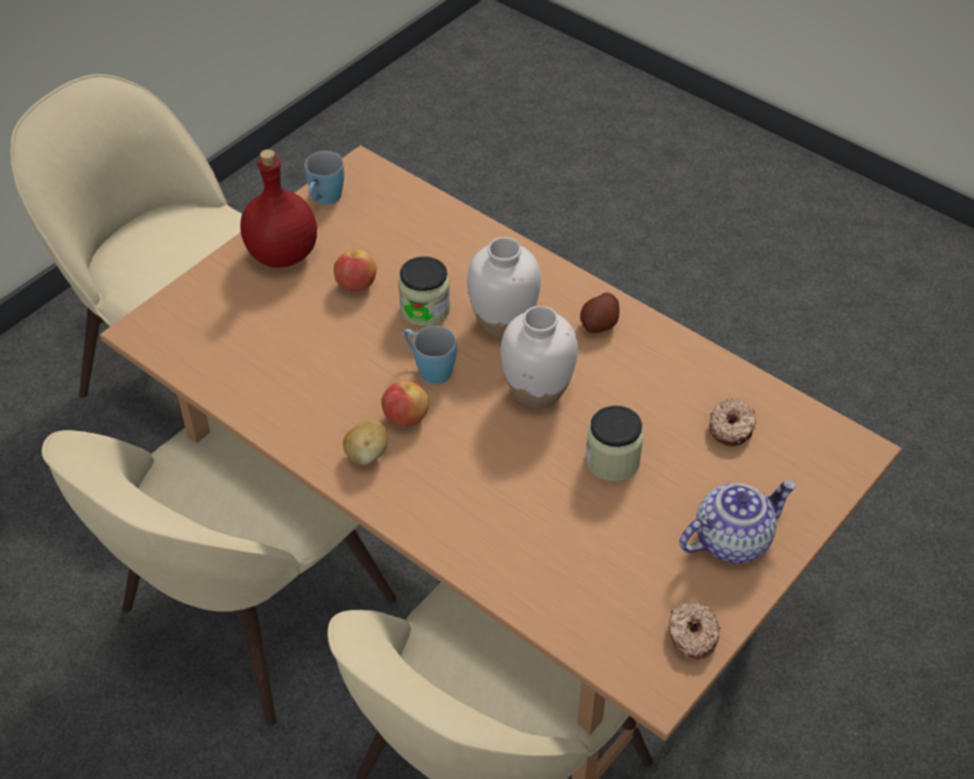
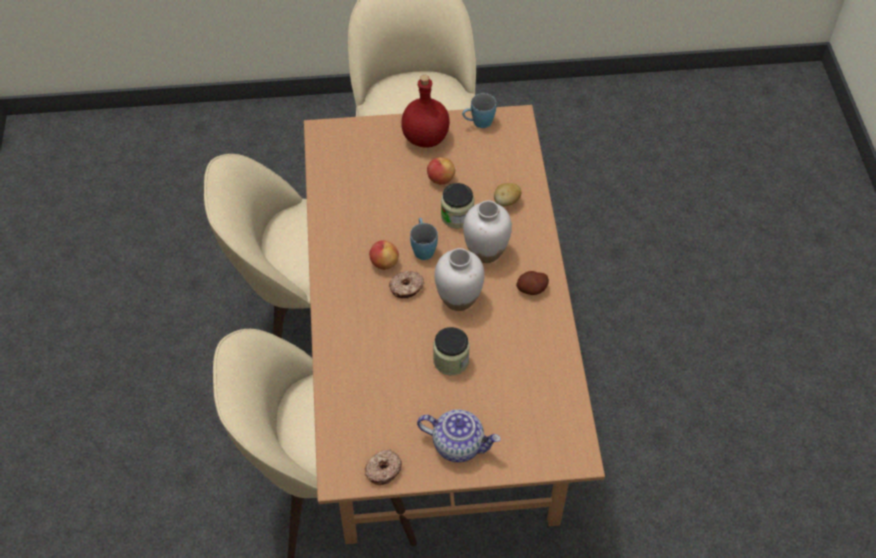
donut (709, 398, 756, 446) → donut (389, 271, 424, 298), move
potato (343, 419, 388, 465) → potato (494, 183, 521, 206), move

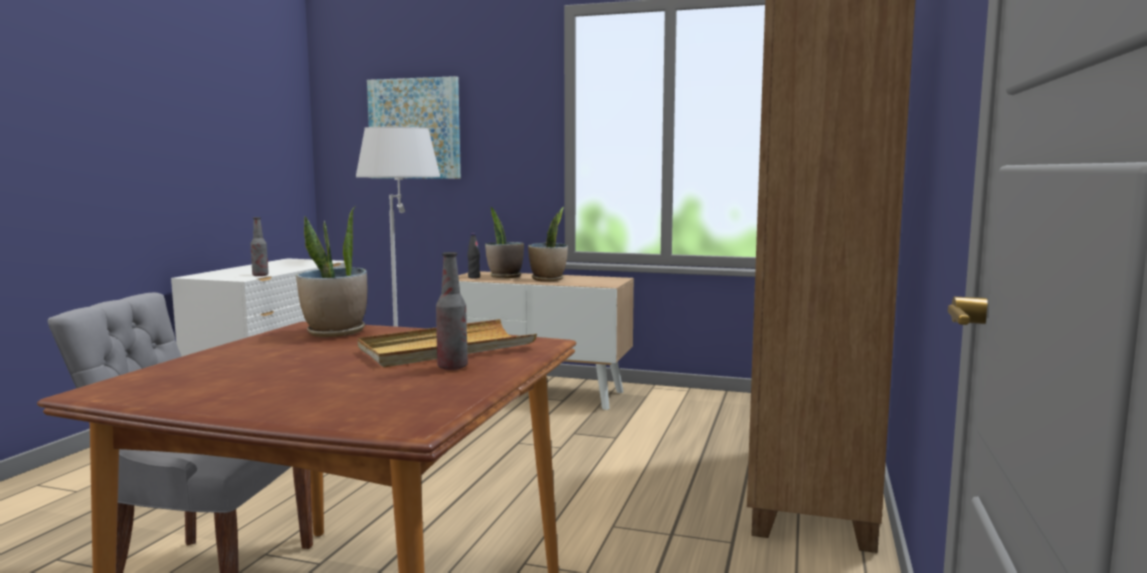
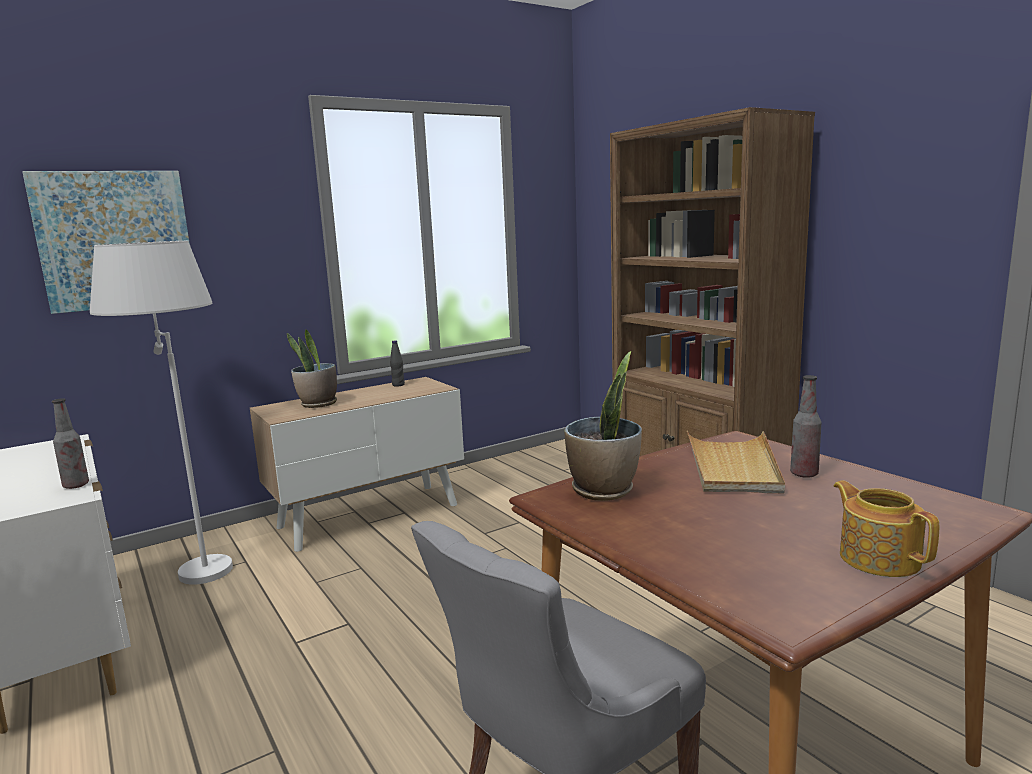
black bottle (467, 233, 480, 278) → black bottle (390, 340, 405, 387), move
- → teapot (834, 480, 940, 577)
potted plant (528, 207, 568, 281) → -

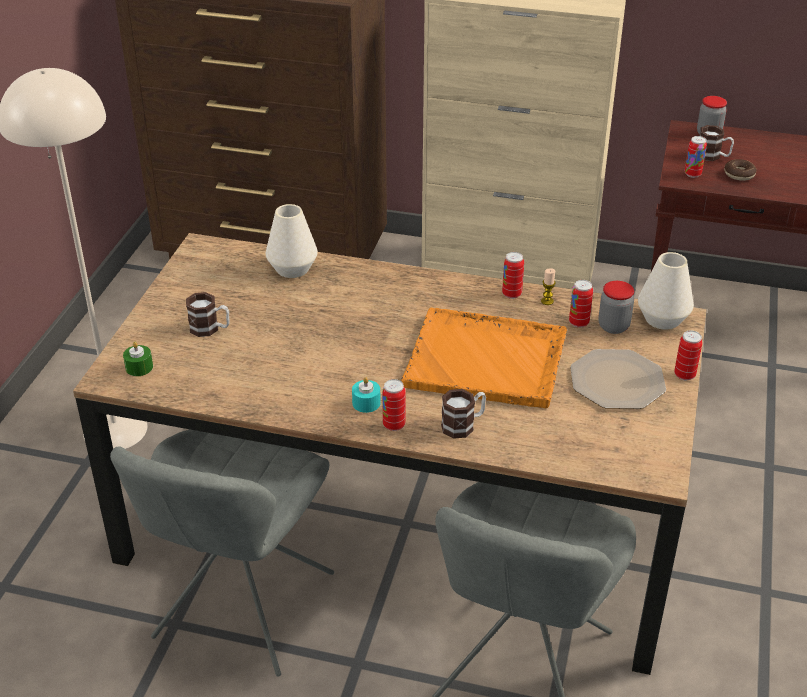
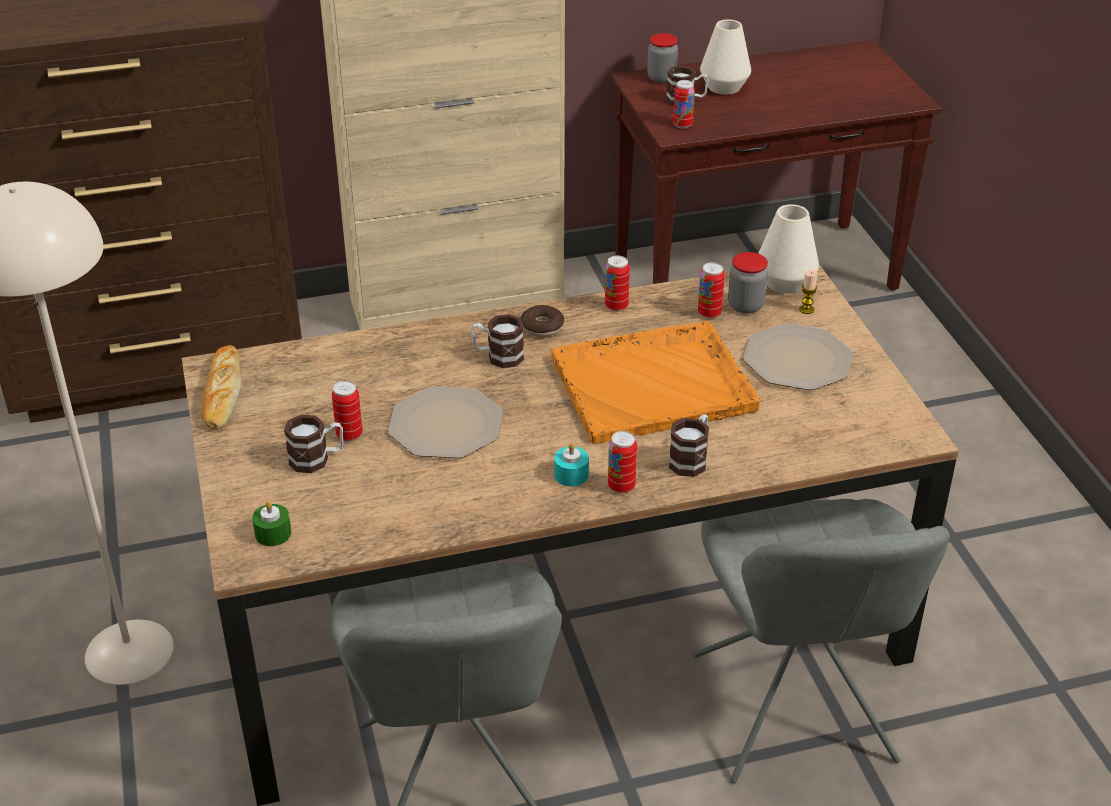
- → bread (202, 345, 242, 430)
can (674, 331, 702, 380) → can (332, 381, 363, 442), move
- → plate (388, 386, 503, 458)
- → mug (471, 314, 524, 368)
donut (724, 159, 757, 181) → donut (521, 305, 564, 337), move
white vase (266, 204, 318, 278) → white vase (700, 19, 751, 95), move
candle (541, 268, 556, 305) → candle (799, 270, 817, 314), move

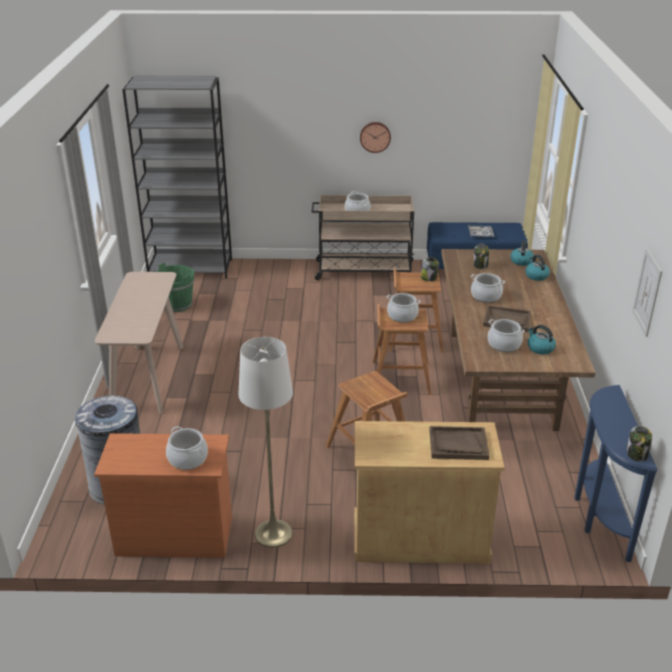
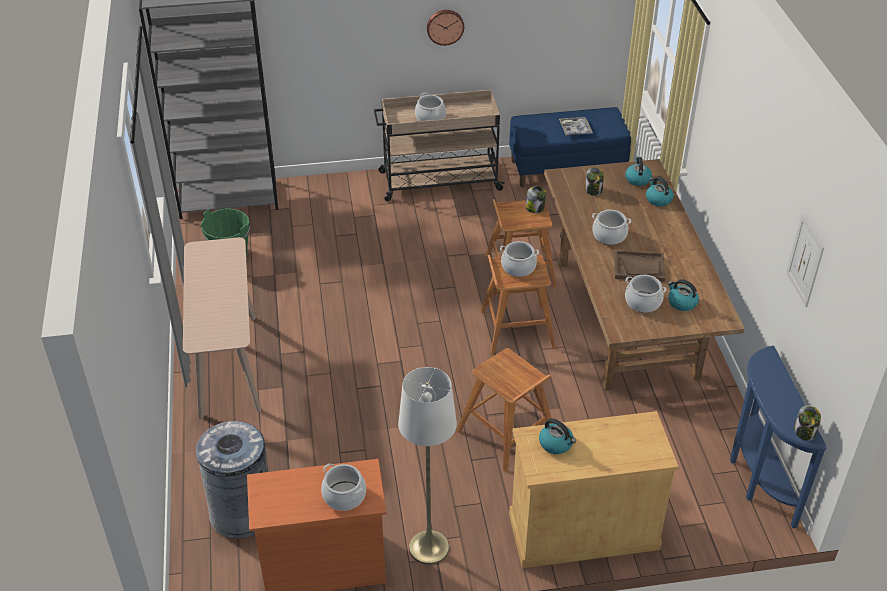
- → kettle (539, 418, 576, 454)
brown tray (429, 426, 489, 460) → -

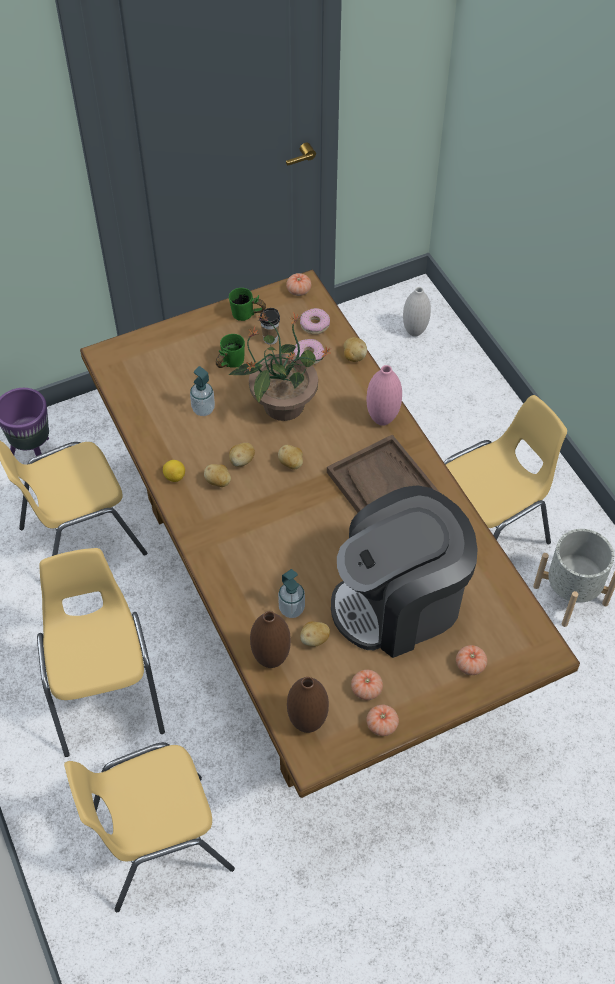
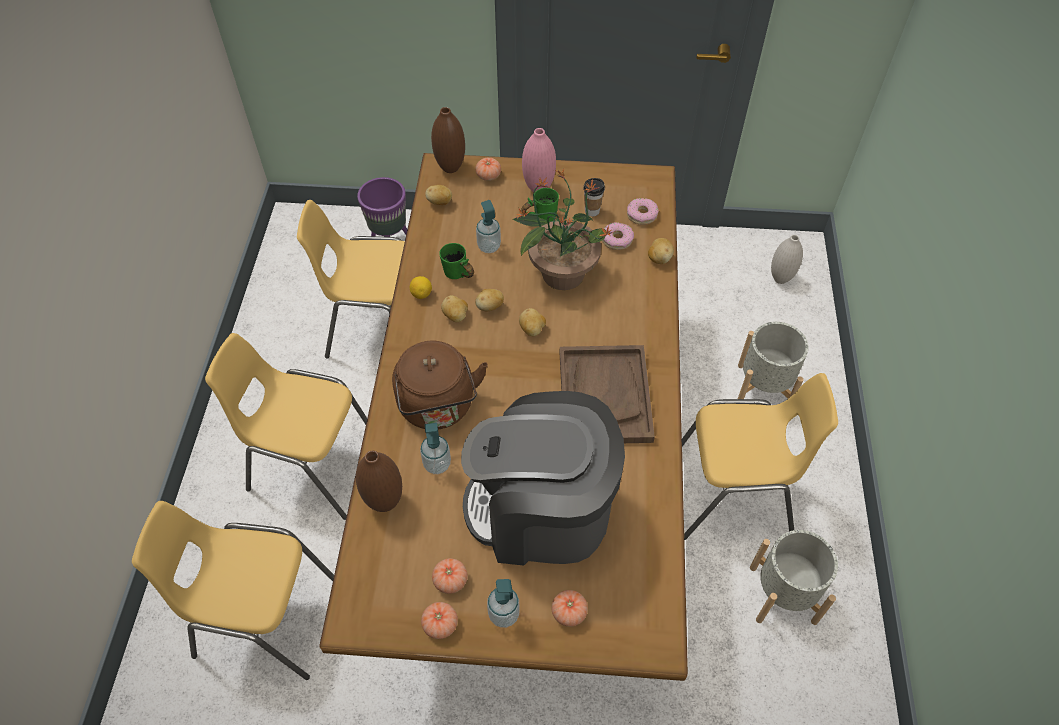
yellow chair (37, 548, 165, 757) → yellow chair (205, 333, 367, 520), 90 degrees counterclockwise
- → brown kettle (392, 341, 488, 429)
potato (300, 621, 330, 647) → potato (425, 185, 452, 205), move
brown vase (287, 677, 329, 733) → brown vase (431, 107, 465, 173), move
green mug (229, 288, 266, 321) → green mug (439, 243, 474, 279), move
tomato (286, 273, 311, 296) → tomato (476, 158, 501, 181), move
- → soap dispenser (487, 579, 520, 628)
pink vase (366, 365, 402, 426) → pink vase (522, 128, 556, 193), move
- → grey planter (738, 322, 809, 399)

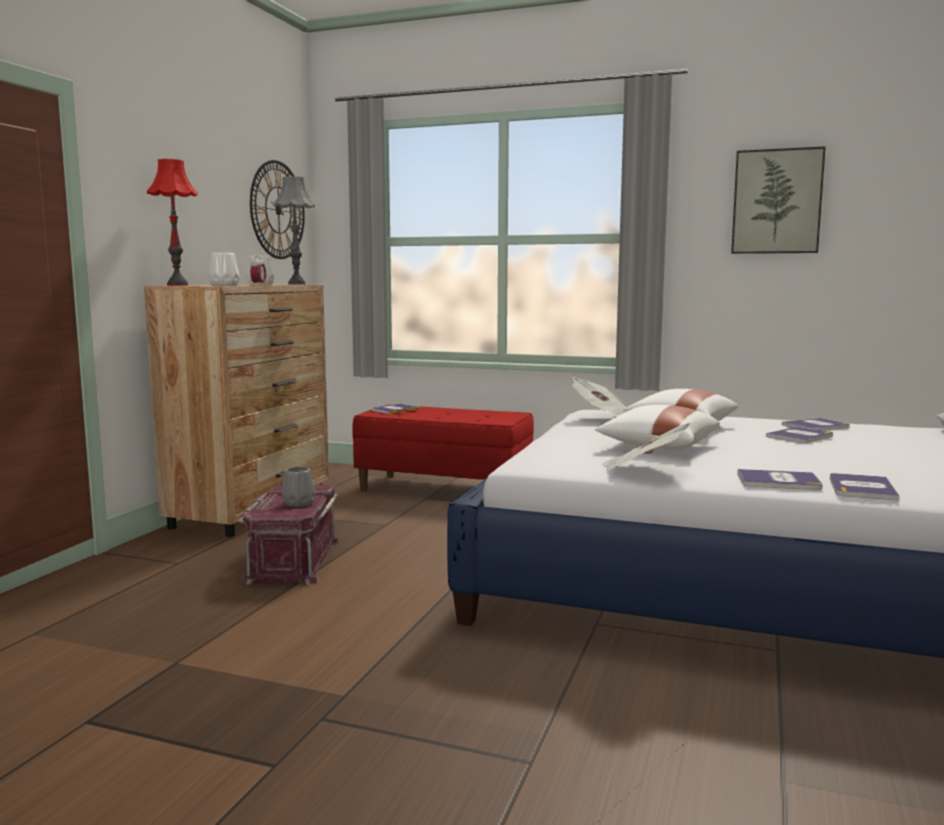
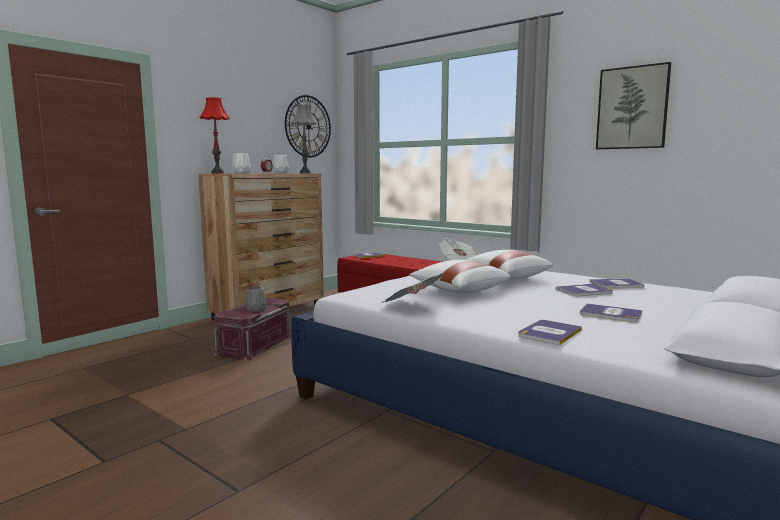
book (737, 469, 823, 490) → book (580, 303, 642, 322), move

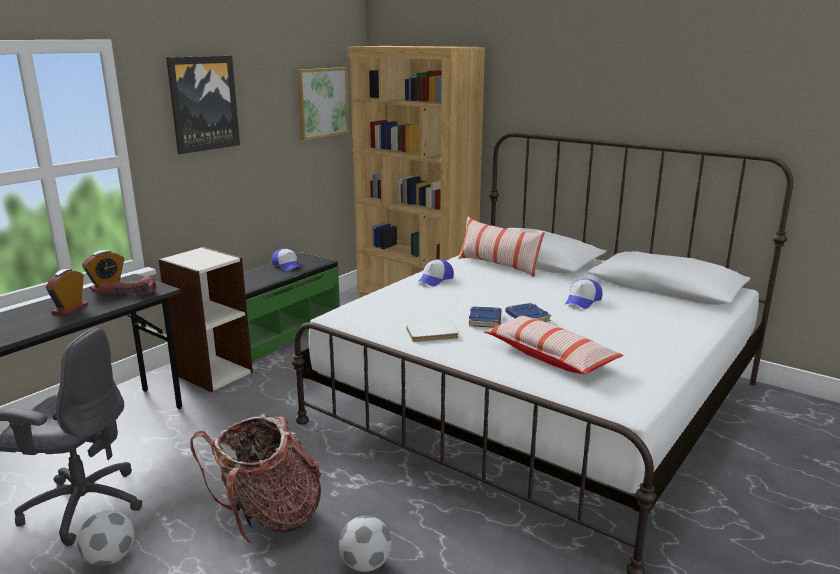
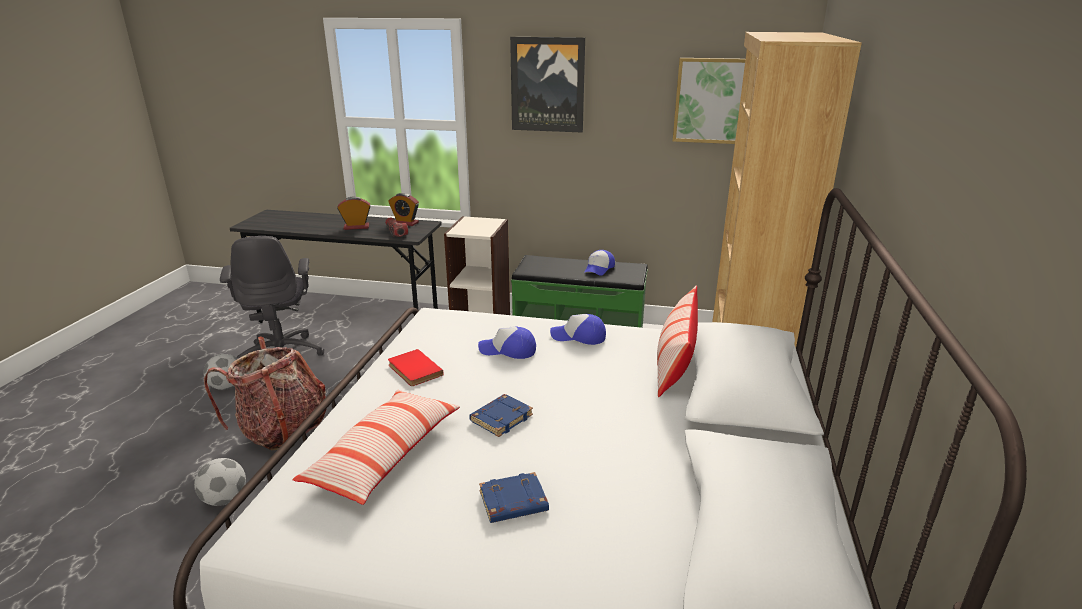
white book (407, 321, 458, 342) → red book (388, 349, 444, 386)
cap (565, 279, 603, 309) → cap (478, 326, 536, 359), move
blue book (469, 306, 502, 327) → blue book (479, 472, 549, 523), move

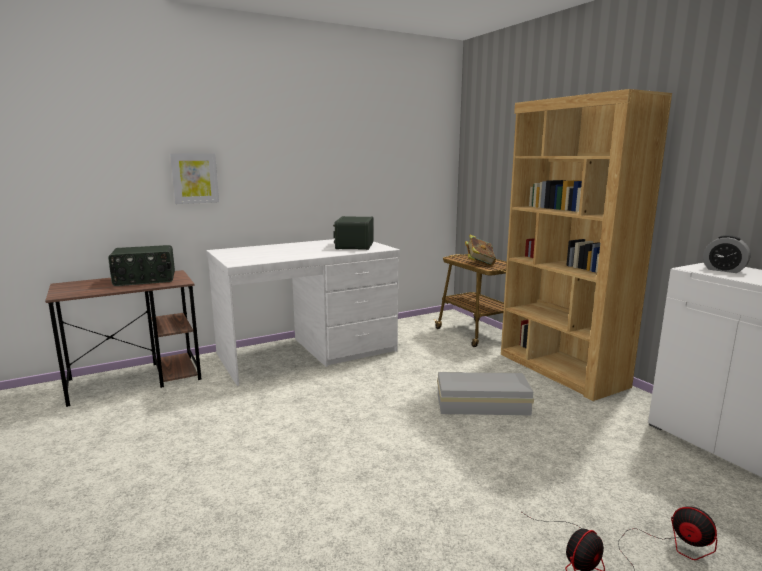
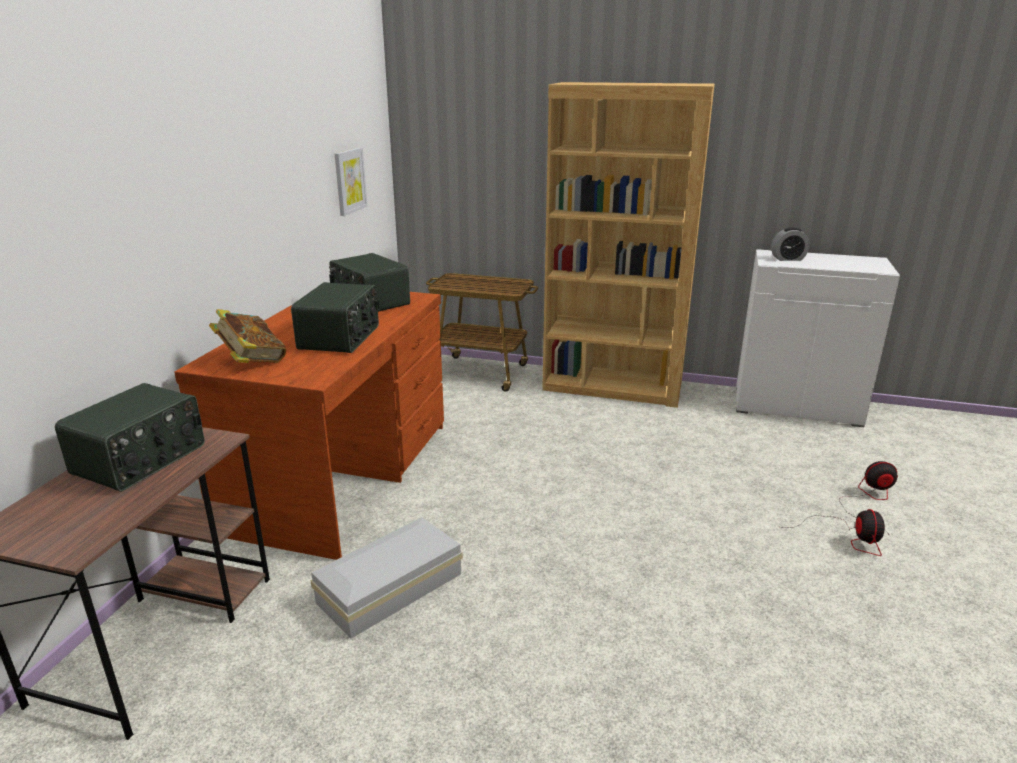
white desk (206, 239, 400, 386) → brown desk (174, 292, 444, 560)
book (465, 235, 496, 266) → book (209, 309, 286, 363), move
- → radio (291, 282, 379, 353)
white storage box (437, 372, 534, 415) → white storage box (310, 517, 463, 638), move
picture (170, 153, 219, 204) → picture (335, 148, 367, 216), move

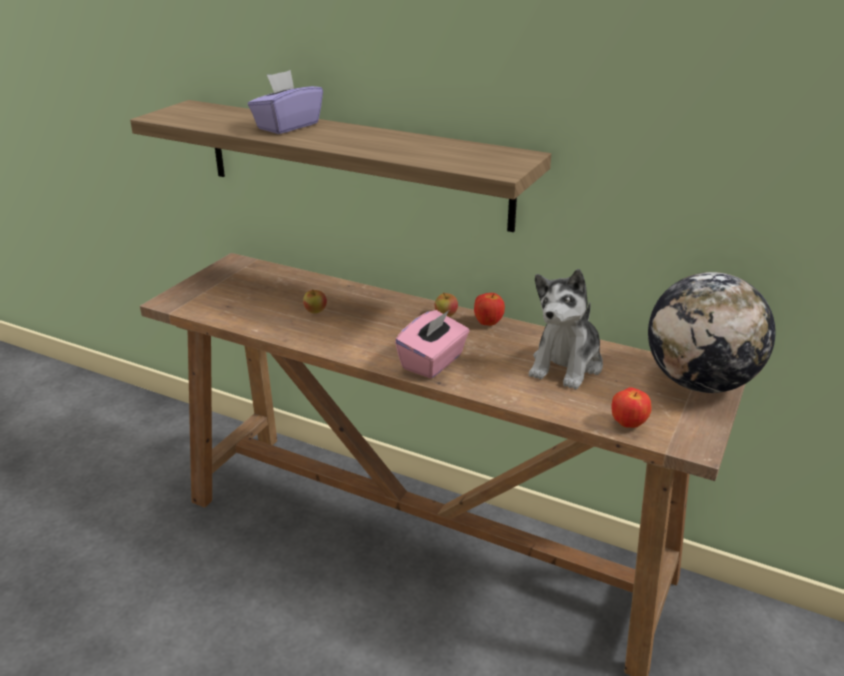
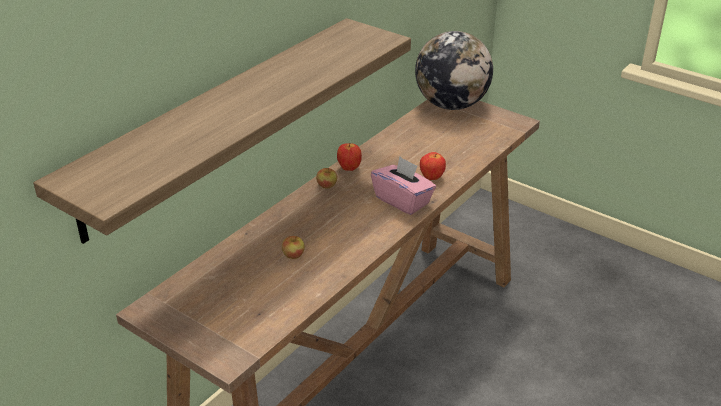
apple (612, 387, 651, 428) → apple (420, 152, 446, 180), move
purple tissue box (248, 70, 323, 134) → -
plush toy (529, 269, 603, 390) → -

